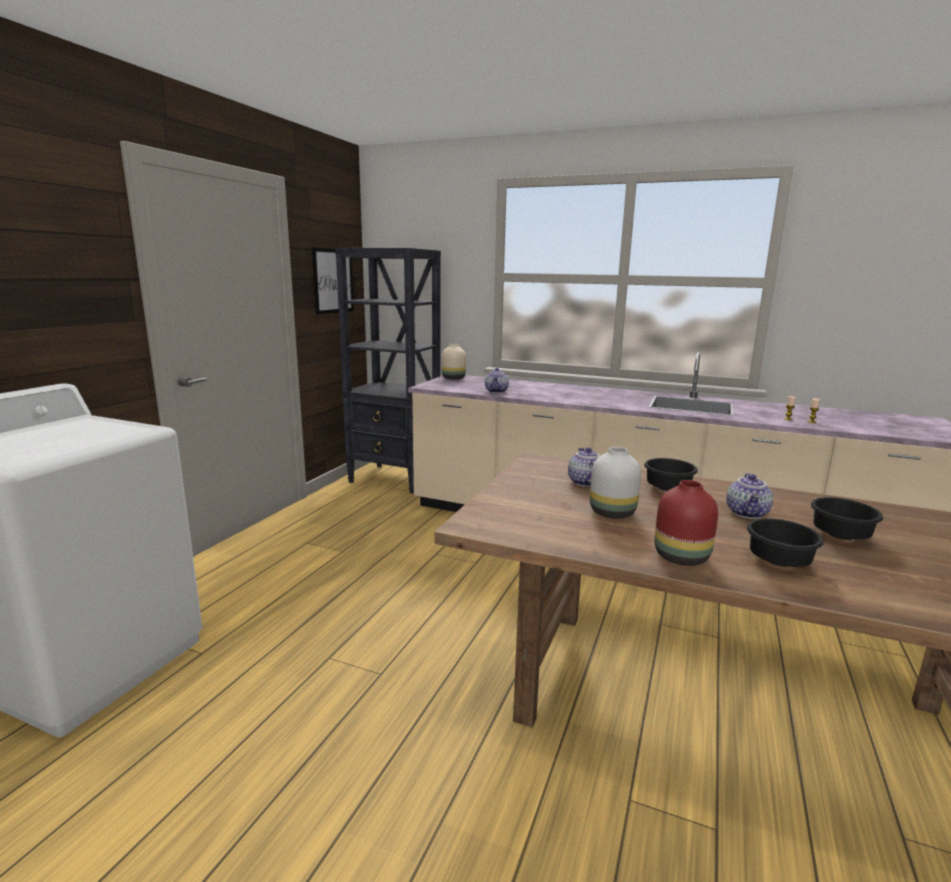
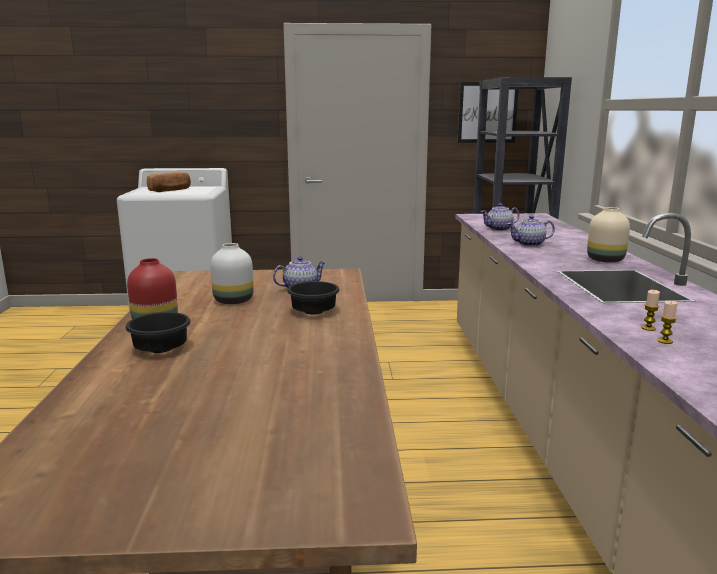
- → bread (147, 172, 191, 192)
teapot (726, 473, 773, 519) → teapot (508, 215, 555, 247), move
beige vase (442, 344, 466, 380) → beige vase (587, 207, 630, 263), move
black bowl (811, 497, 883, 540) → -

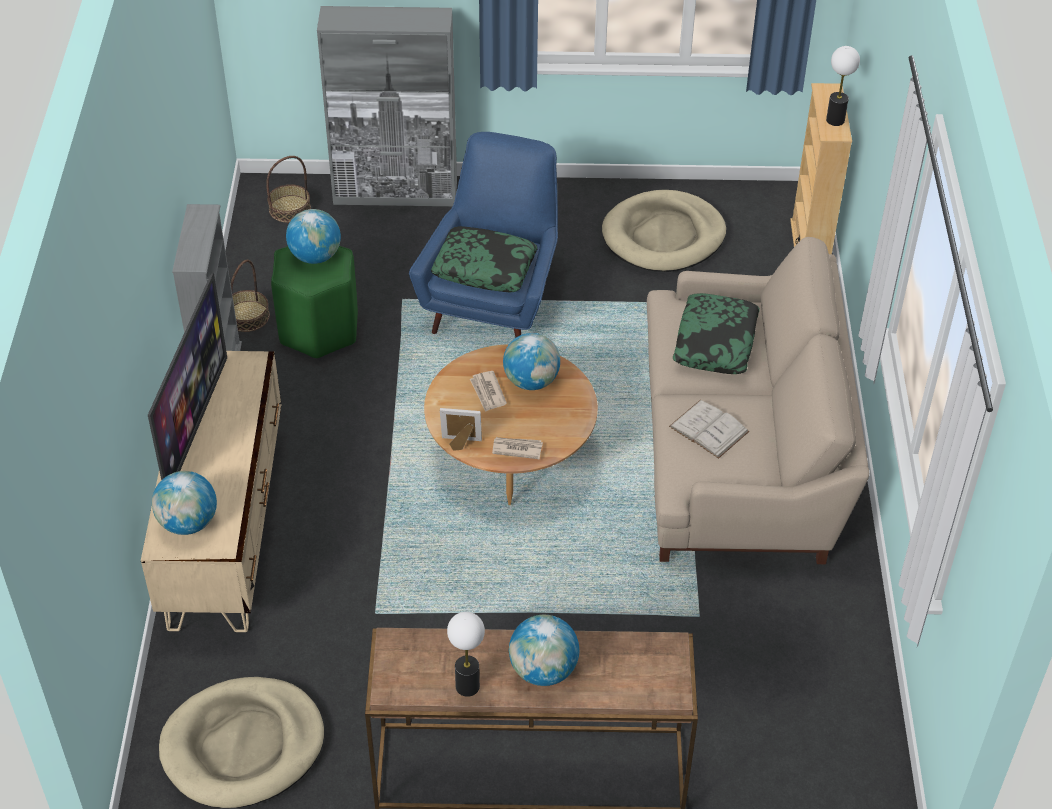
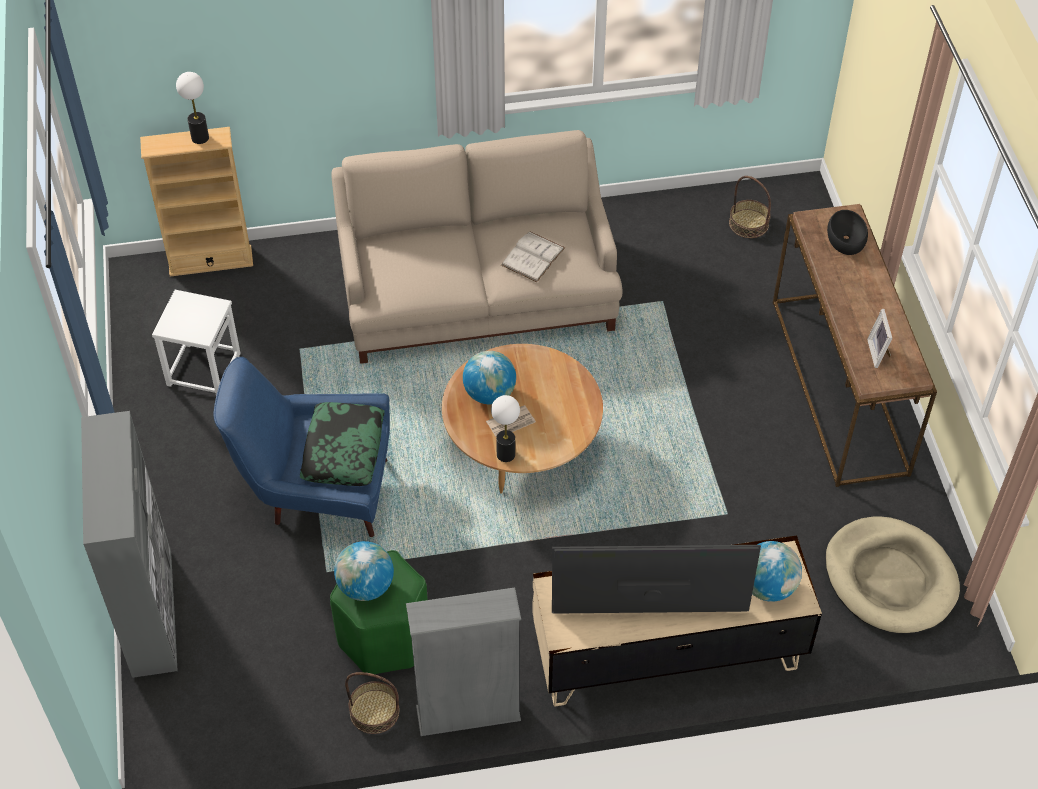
beige dog bed (602, 190, 726, 272) → white stool (152, 290, 241, 395)
table lamp (447, 612, 485, 697) → table lamp (491, 395, 520, 462), move
basket (266, 156, 311, 223) → basket (729, 176, 771, 238), move
- → black bowl (827, 210, 868, 255)
picture frame (440, 408, 482, 451) → picture frame (867, 309, 892, 368), move
newspaper (492, 437, 543, 459) → -
globe (509, 615, 579, 686) → -
pillow (673, 293, 760, 374) → -

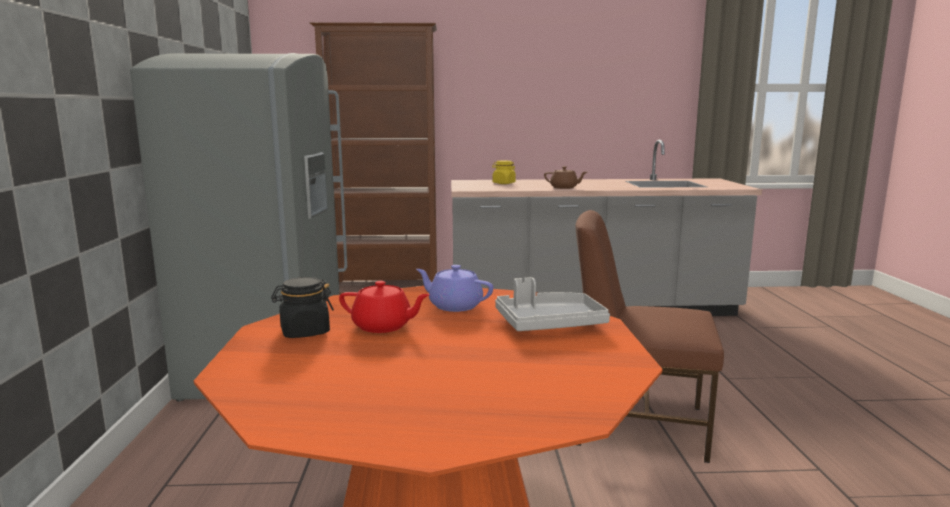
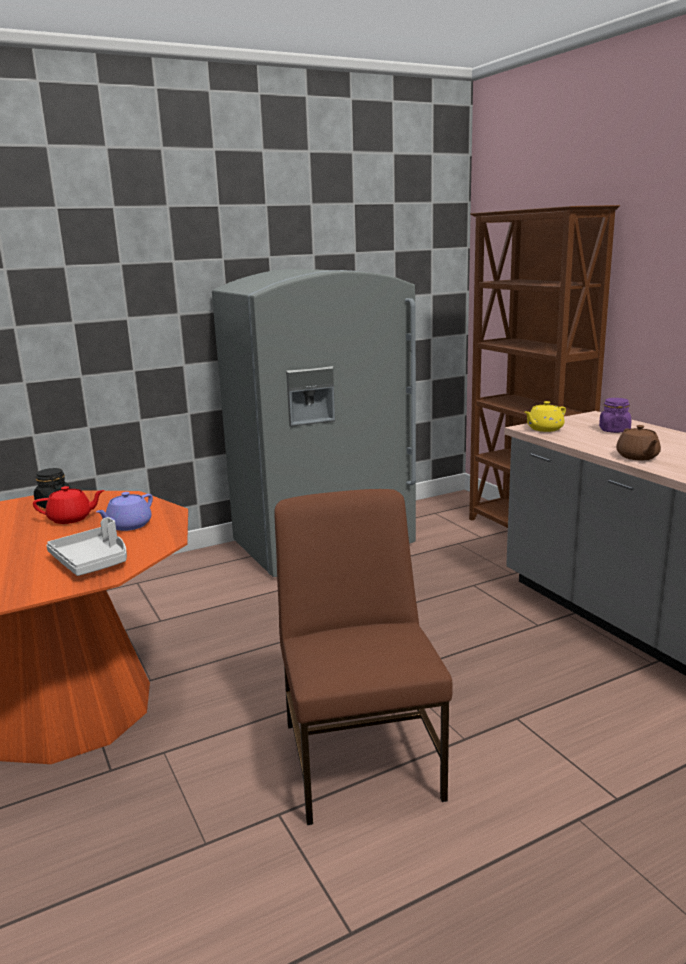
red teapot (339, 281, 430, 333) → red teapot (33, 486, 105, 524), 90 degrees counterclockwise
purple teapot (416, 265, 493, 312) → purple teapot (96, 492, 153, 531), 150 degrees counterclockwise
- → yellow teapot (525, 401, 566, 432)
yellow jar (492, 161, 516, 184) → purple jar (599, 398, 631, 433)

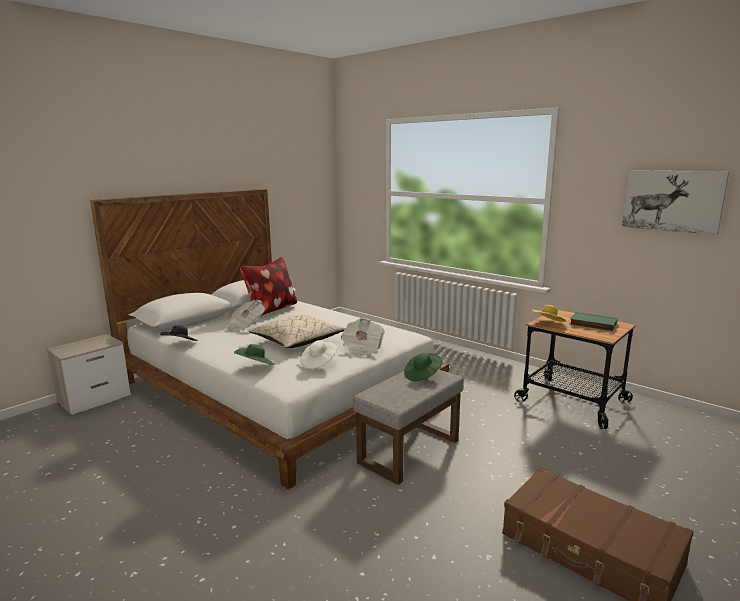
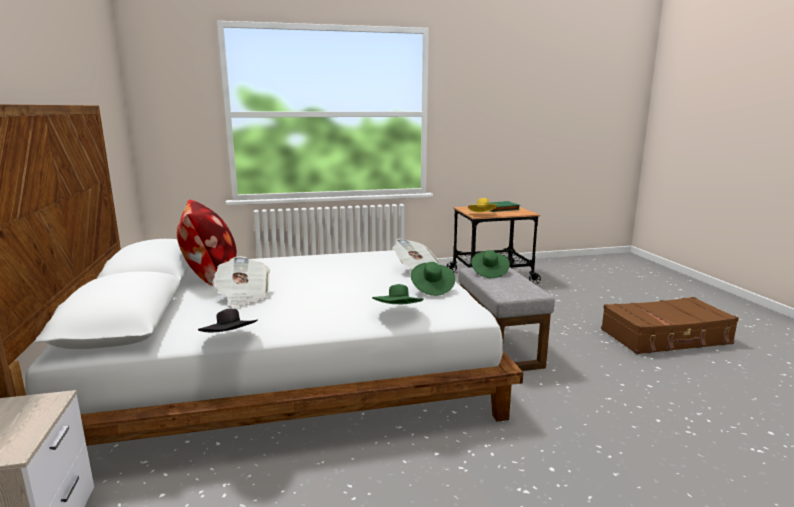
white hat (300, 340, 338, 369) → green hat (410, 262, 455, 296)
beige pillow (249, 314, 346, 348) → -
picture (622, 170, 729, 235) → -

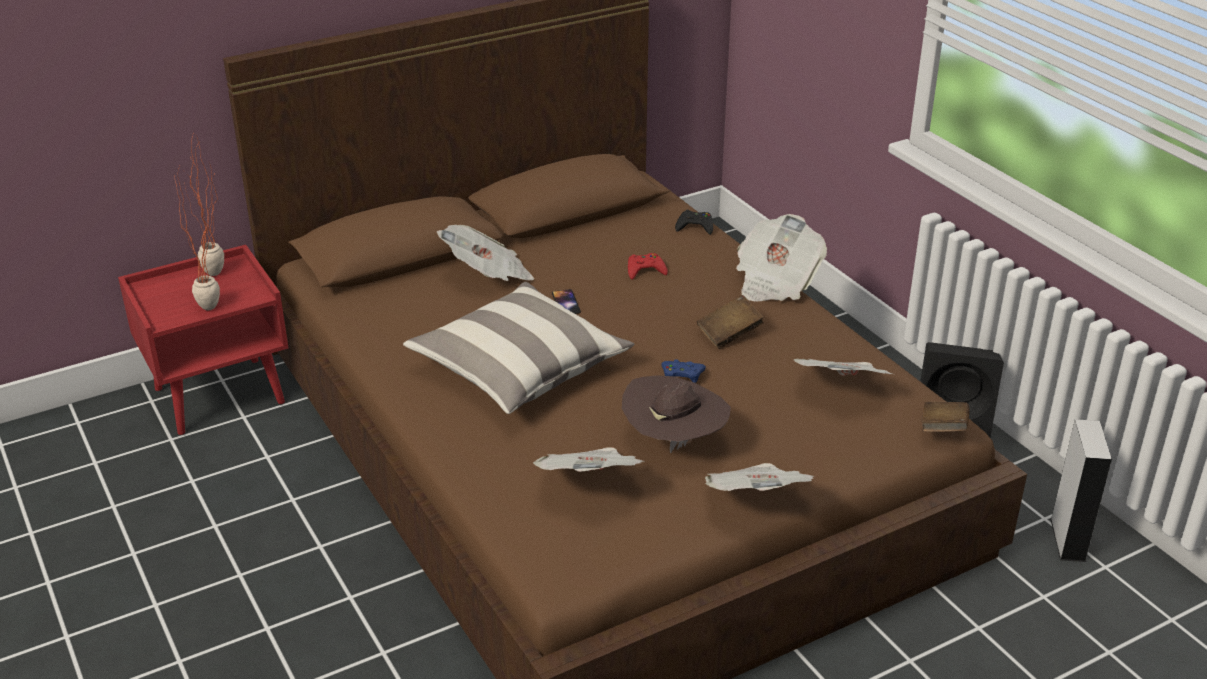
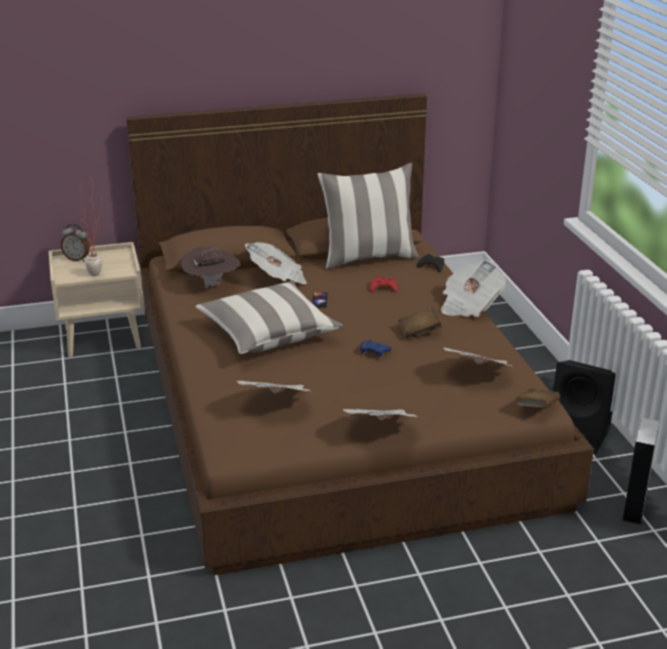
red nightstand (118, 245, 289, 435) → beige nightstand (49, 242, 144, 357)
- → alarm clock (61, 224, 90, 261)
brown hat (622, 375, 731, 453) → brown hat (181, 247, 240, 289), move
- → pillow (318, 163, 419, 269)
potted plant (184, 135, 224, 276) → -

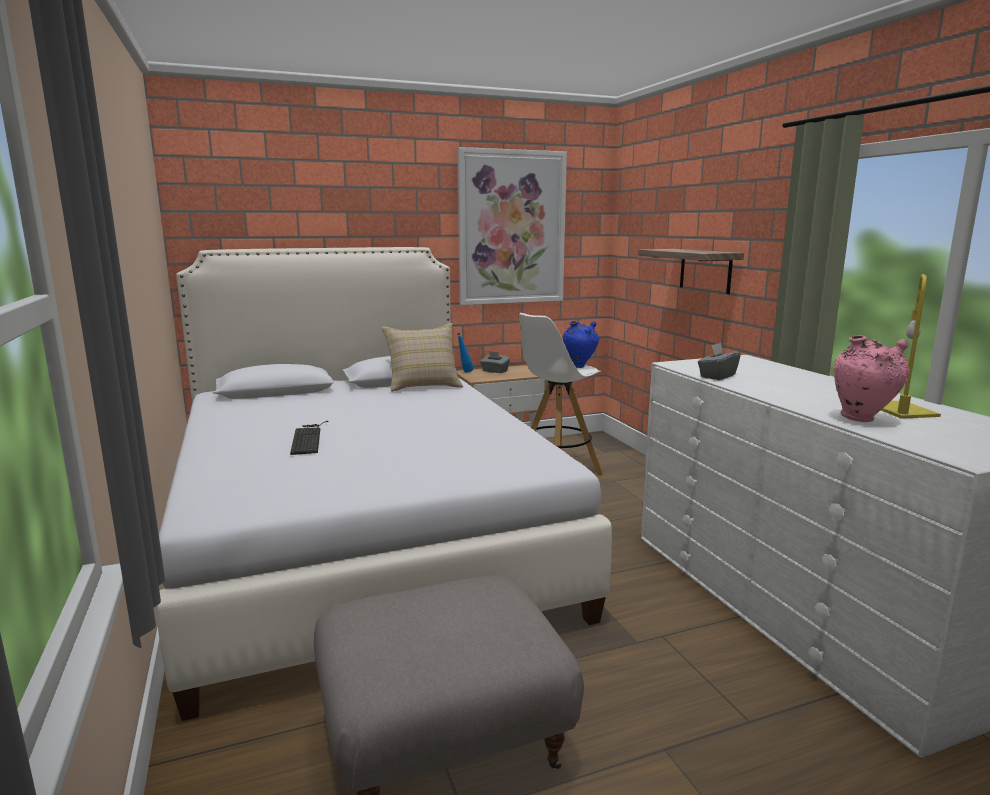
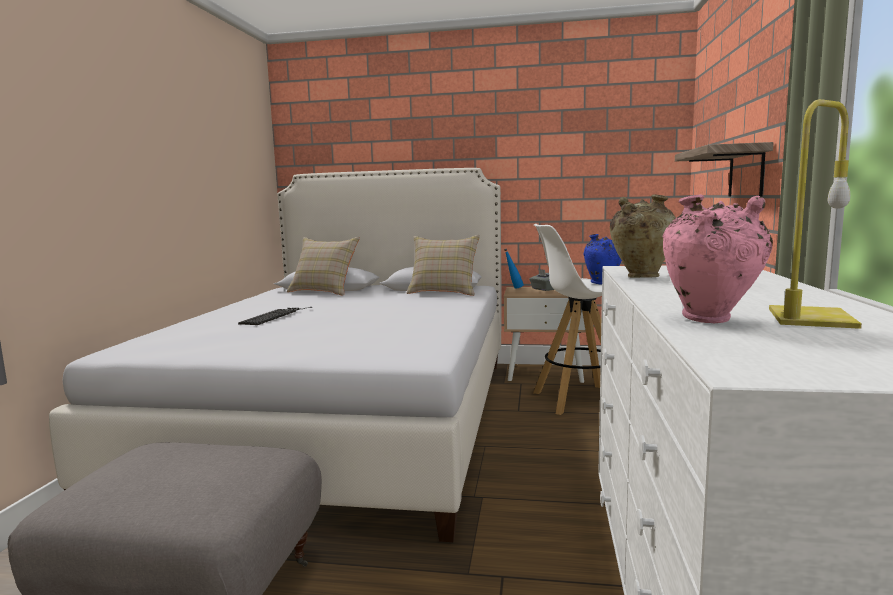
- → beige pillow (287, 237, 360, 296)
grey tissue box (698, 343, 741, 380) → beige vase (610, 194, 676, 278)
picture (457, 147, 567, 305) → -

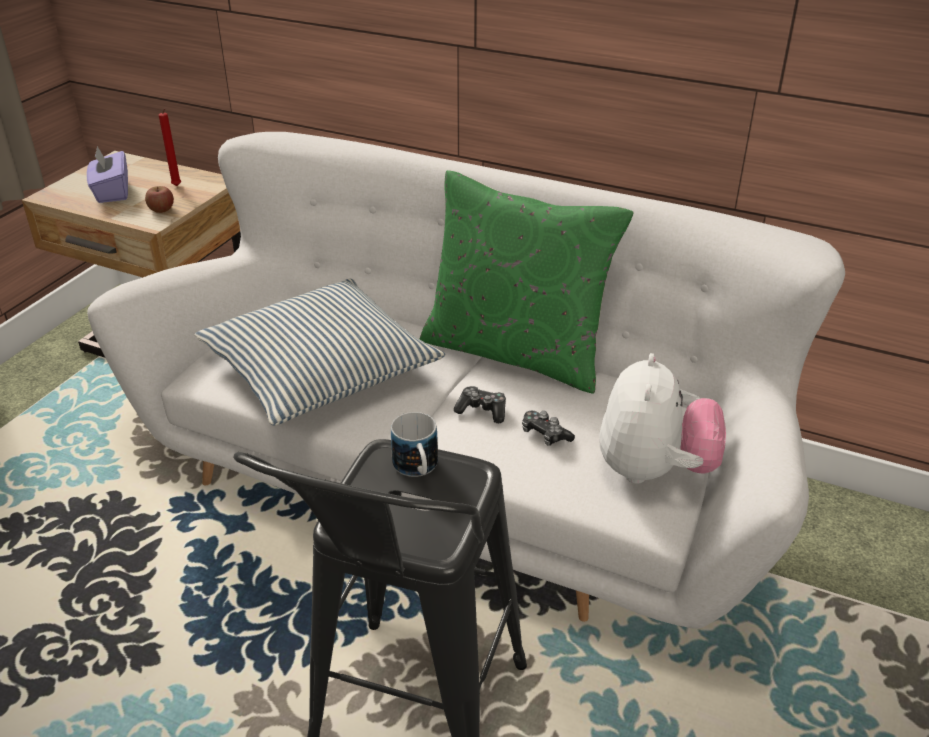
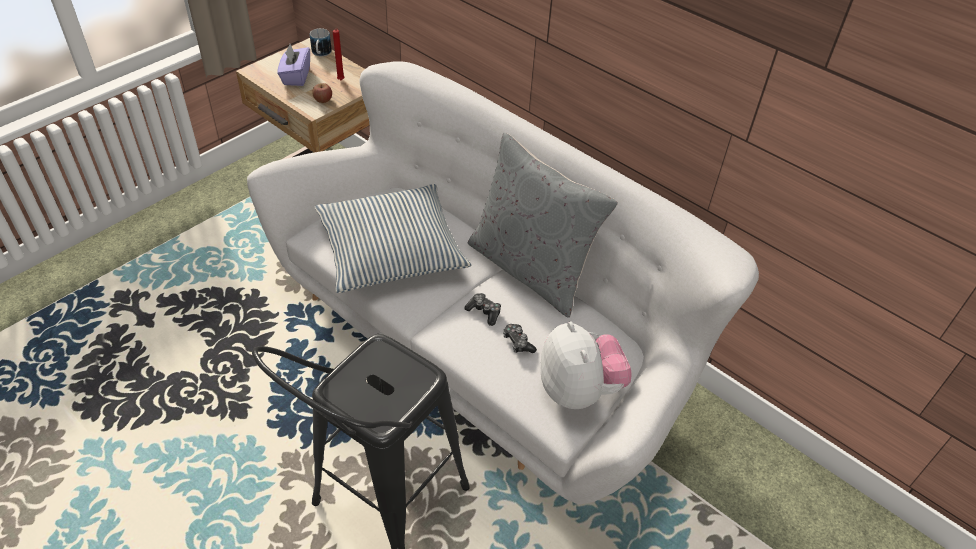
mug (391, 412, 438, 477) → mug (310, 28, 332, 56), move
green pillow (420, 170, 634, 393) → grey pillow (468, 132, 618, 318)
plush toy (599, 353, 726, 484) → plush toy (541, 321, 631, 409), 45 degrees counterclockwise

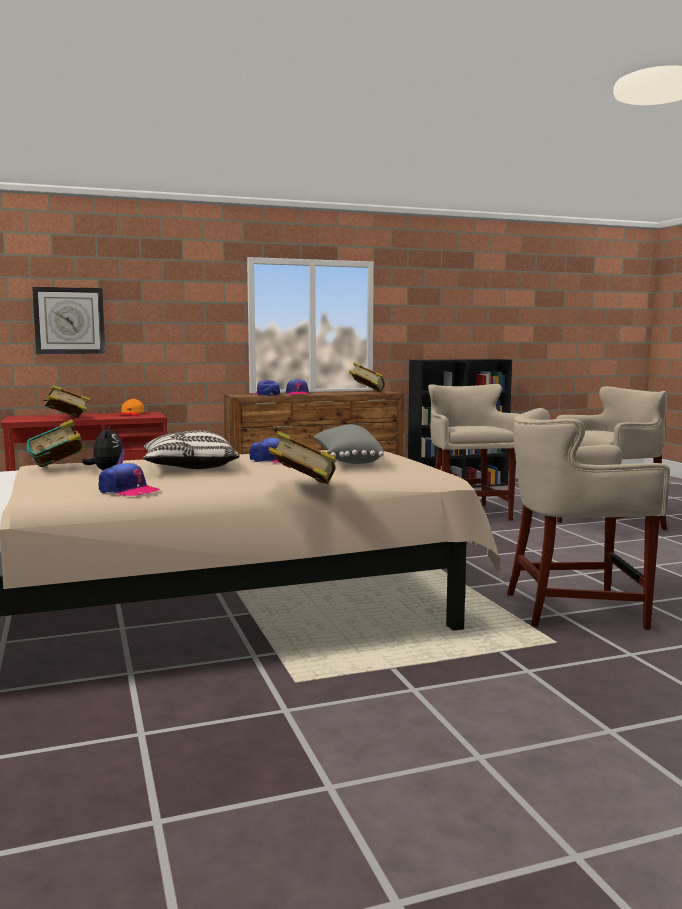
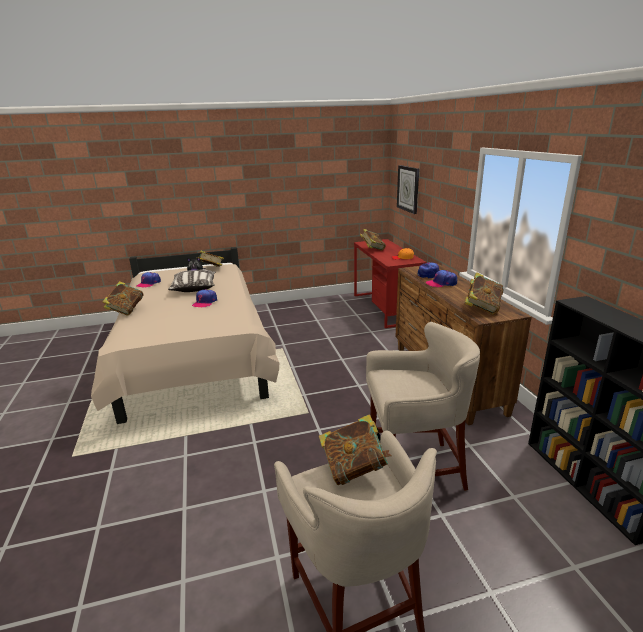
- → book (319, 414, 392, 485)
grey pillow (313, 424, 384, 464) → -
beige stool (507, 408, 670, 630) → -

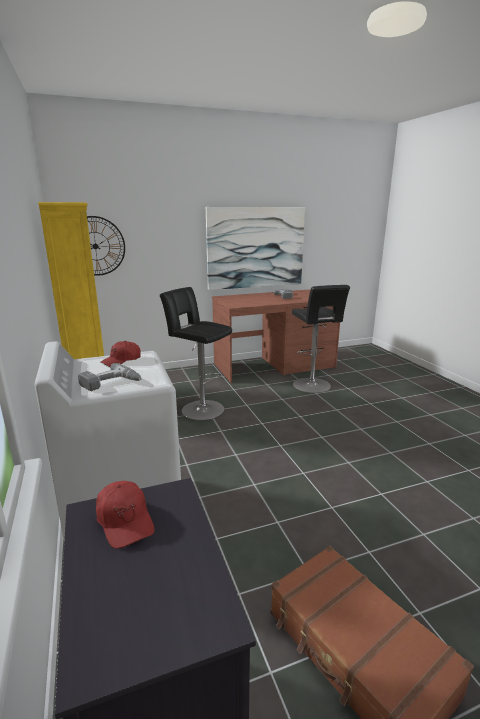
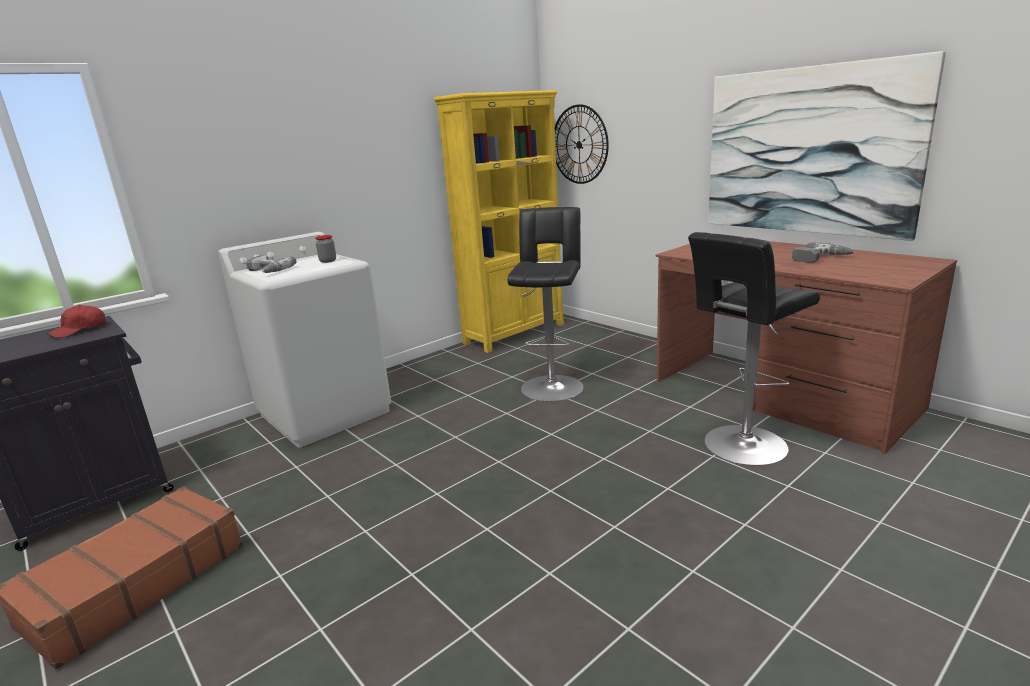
red cap (101, 341, 141, 367) → jar (315, 235, 336, 263)

